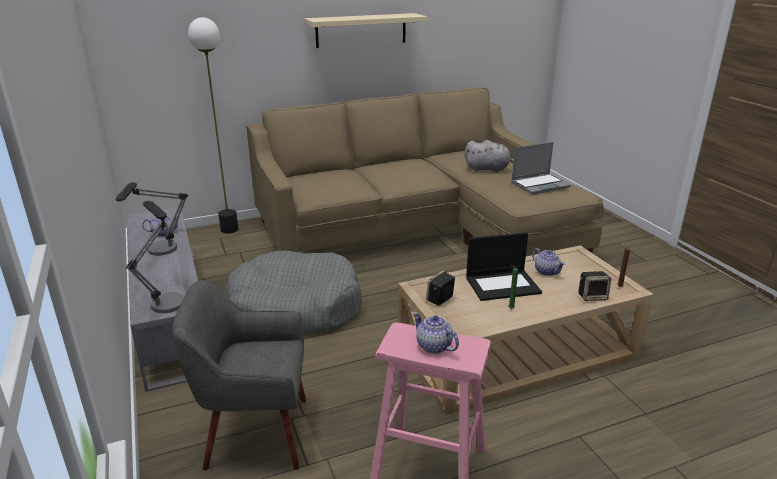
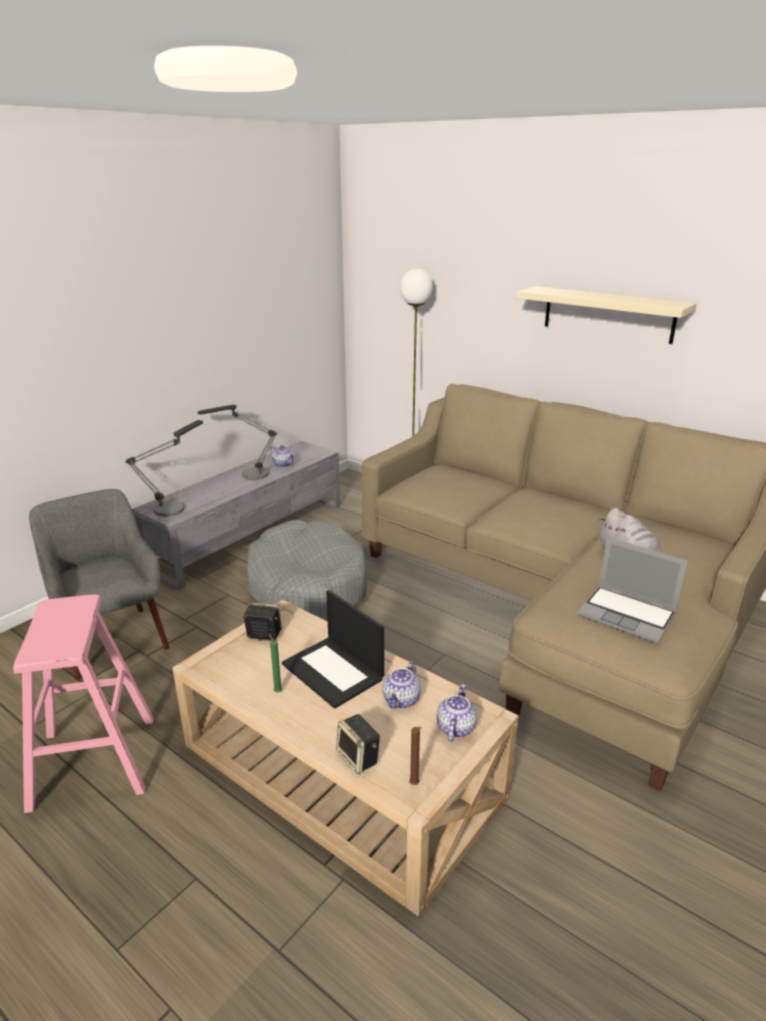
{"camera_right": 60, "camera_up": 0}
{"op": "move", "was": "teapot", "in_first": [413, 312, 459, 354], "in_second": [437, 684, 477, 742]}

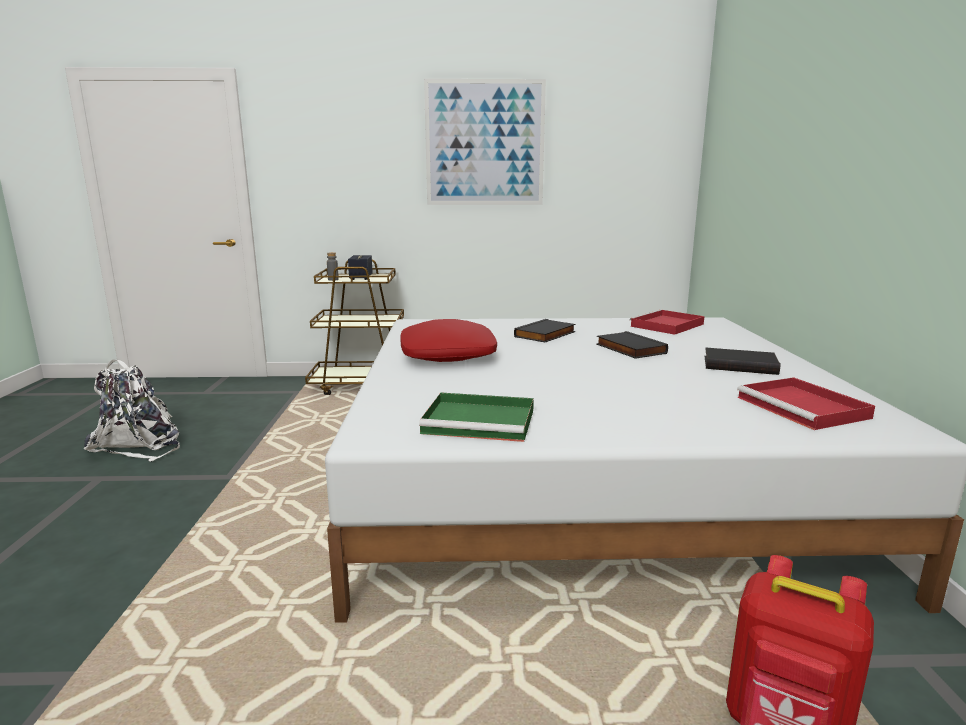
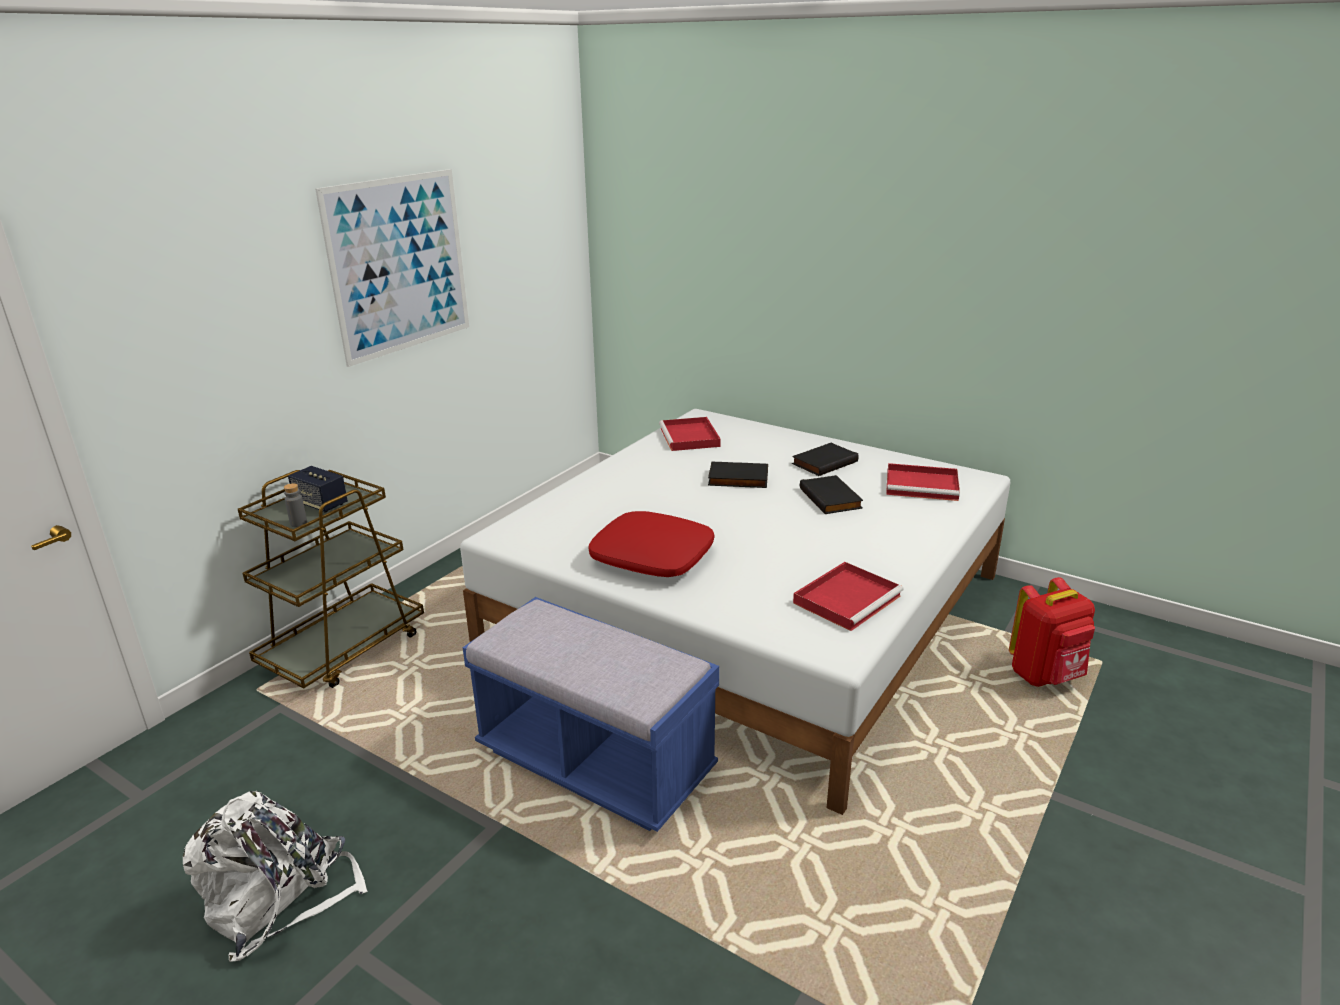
{"camera_right": -55, "camera_up": 10}
{"op": "move", "was": "book in blackish", "in_first": [514, 319, 575, 342], "in_second": [800, 475, 863, 514]}
{"op": "recolor", "was": "carrying tray in greenish", "now": "carrying tray in red-coloured", "in_first": [419, 392, 534, 442], "in_second": [793, 562, 903, 631]}
{"op": "insert", "now": "indoor bench in blue", "in_second": [463, 597, 719, 832]}

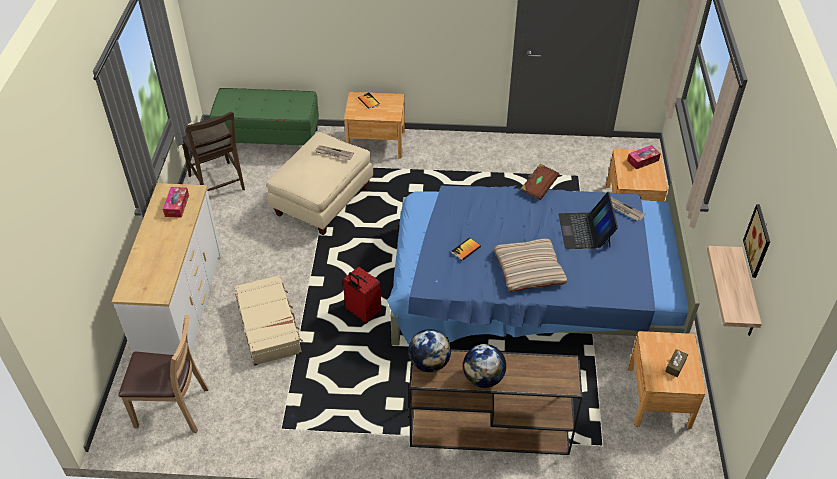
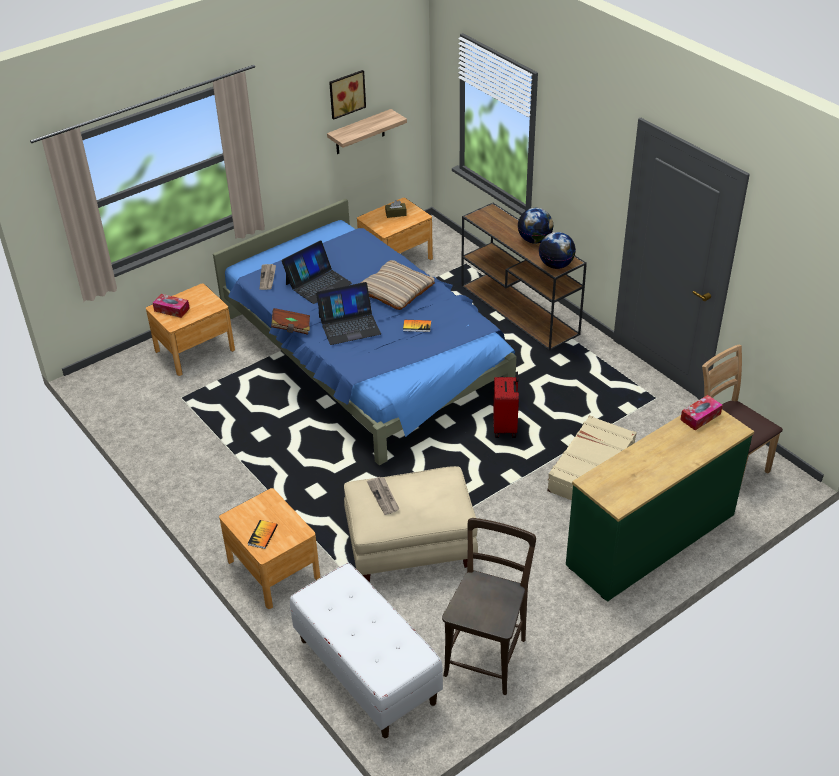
{"camera_right": -130, "camera_up": -5}
{"op": "recolor", "was": "indoor bench in greenish", "now": "indoor bench in white", "in_first": [209, 88, 319, 145], "in_second": [290, 563, 443, 738]}
{"op": "recolor", "was": "dresser in white", "now": "dresser in greenish", "in_first": [112, 183, 222, 355], "in_second": [566, 409, 754, 602]}
{"op": "move", "was": "box of tissues", "in_first": [163, 187, 189, 218], "in_second": [680, 395, 723, 430]}
{"op": "insert", "now": "portable computer", "in_second": [316, 282, 381, 345]}

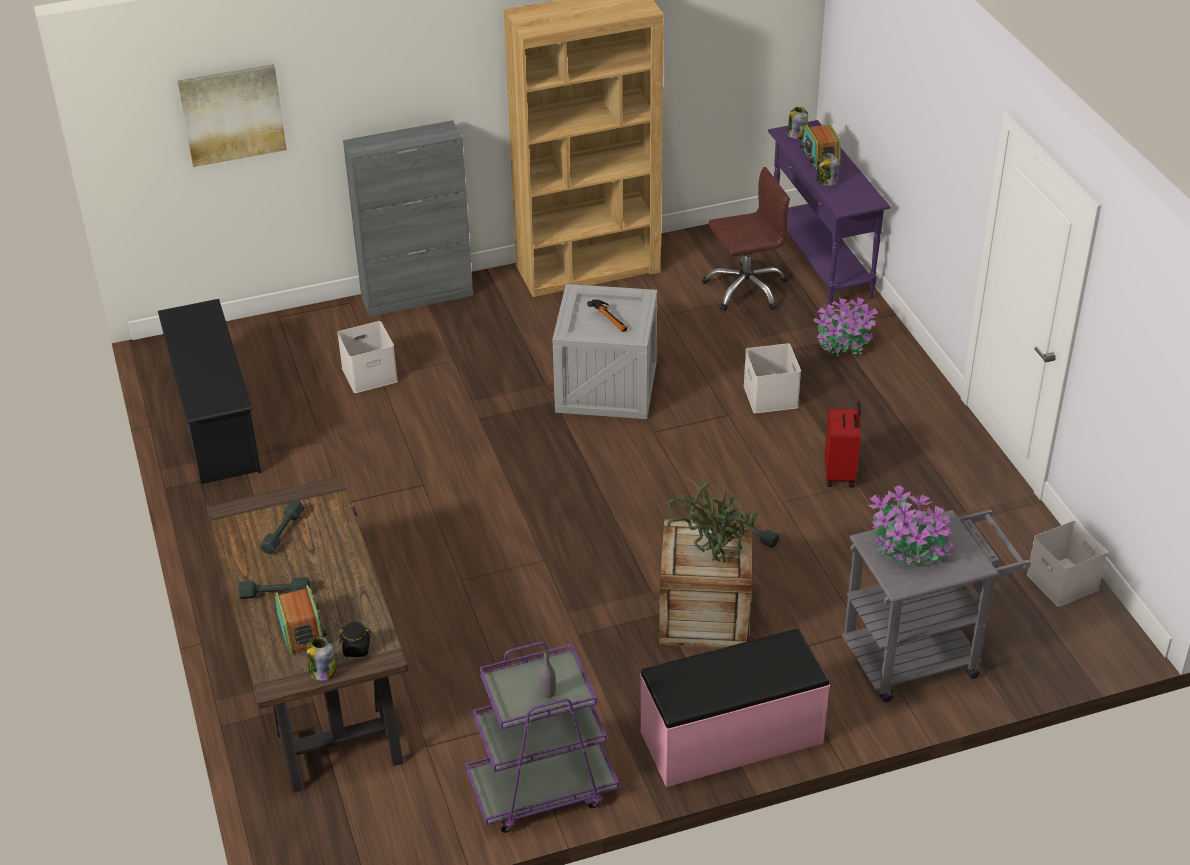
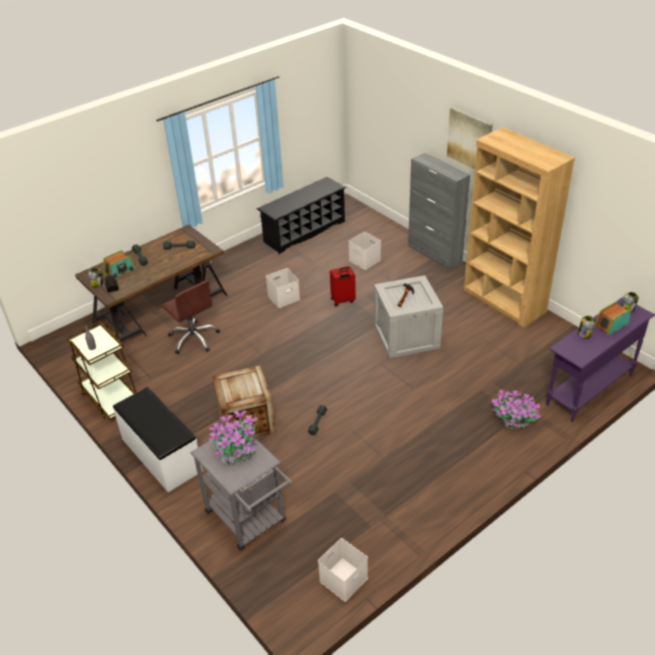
{"camera_right": 70, "camera_up": 0}
{"op": "move", "was": "picture", "in_first": [177, 64, 287, 167], "in_second": [447, 107, 493, 169]}
{"op": "move", "was": "desk chair in brownish", "in_first": [702, 167, 790, 311], "in_second": [162, 280, 220, 354]}
{"op": "move", "was": "storage container in white", "in_first": [743, 343, 801, 413], "in_second": [266, 268, 300, 308]}
{"op": "move", "was": "suitcase in red-coloured", "in_first": [825, 402, 861, 488], "in_second": [330, 266, 356, 306]}
{"op": "delete", "was": "houseplant", "in_first": [664, 472, 758, 563]}
{"op": "recolor", "was": "indoor bench in pink", "now": "indoor bench in white", "in_first": [640, 629, 830, 787], "in_second": [113, 387, 203, 492]}
{"op": "recolor", "was": "cart in purple-coloured", "now": "cart in brownish", "in_first": [465, 642, 619, 833], "in_second": [66, 321, 136, 420]}

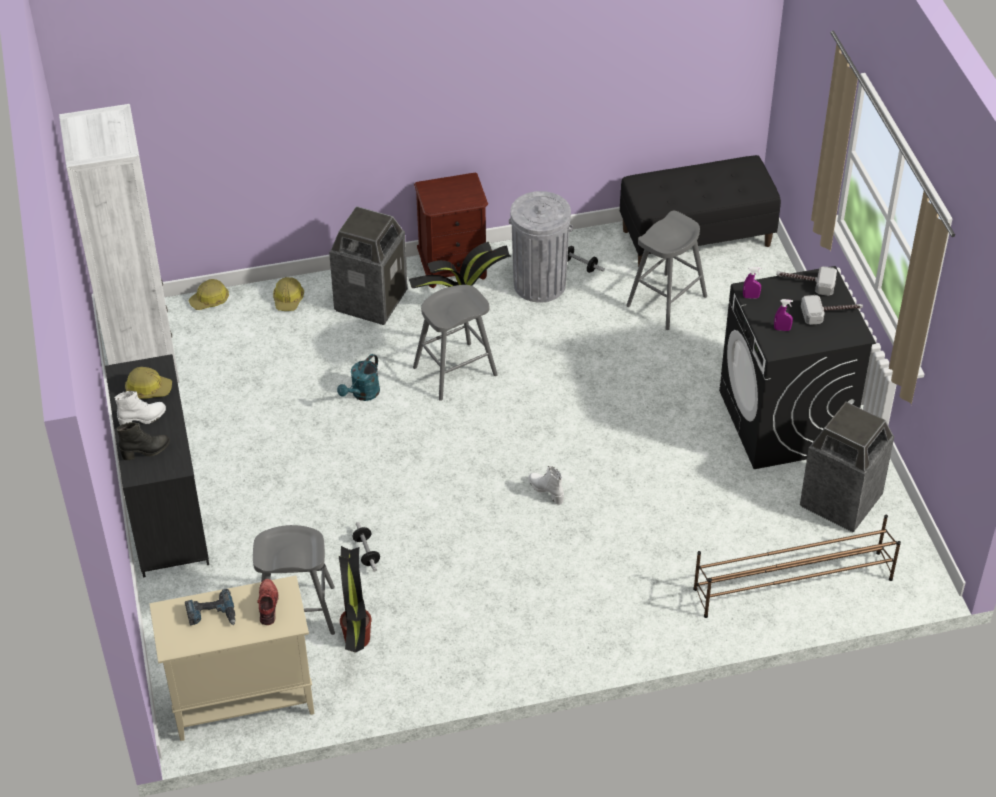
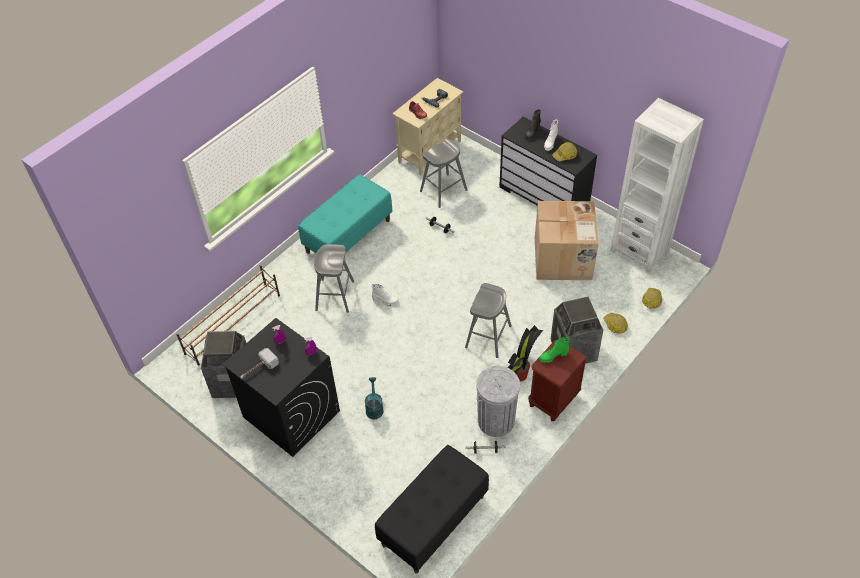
{"camera_right": 145, "camera_up": 5}
{"op": "move", "was": "stool seat in greyish", "in_first": [626, 211, 707, 330], "in_second": [314, 244, 354, 313]}
{"op": "delete", "was": "hand hammer", "in_first": [776, 266, 837, 296]}
{"op": "move", "was": "sprinkling can in turquoise", "in_first": [337, 354, 380, 401], "in_second": [365, 377, 383, 419]}
{"op": "delete", "was": "houseplant", "in_first": [339, 546, 372, 653]}
{"op": "insert", "now": "indoor bench in turquoise", "in_second": [298, 174, 392, 254]}
{"op": "insert", "now": "carton", "in_second": [535, 201, 599, 280]}
{"op": "insert", "now": "high-top boot in greenish", "in_second": [539, 337, 570, 363]}

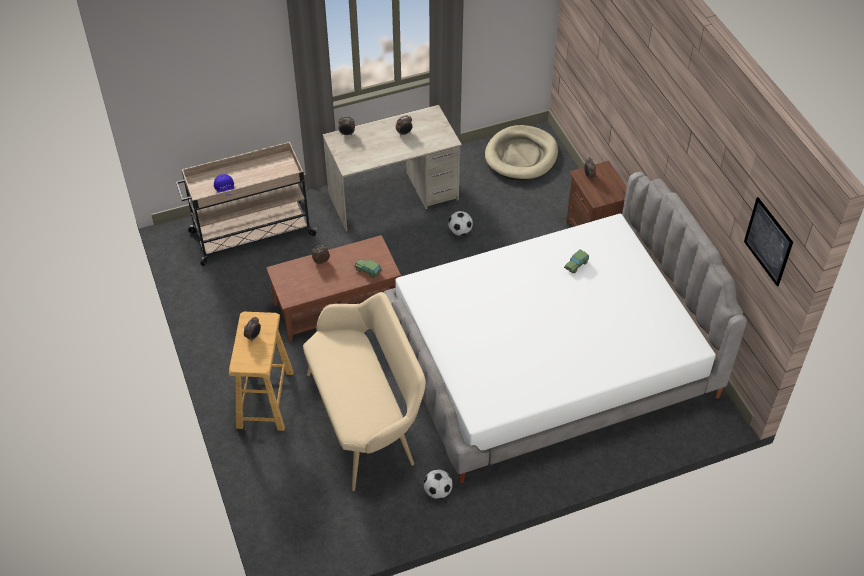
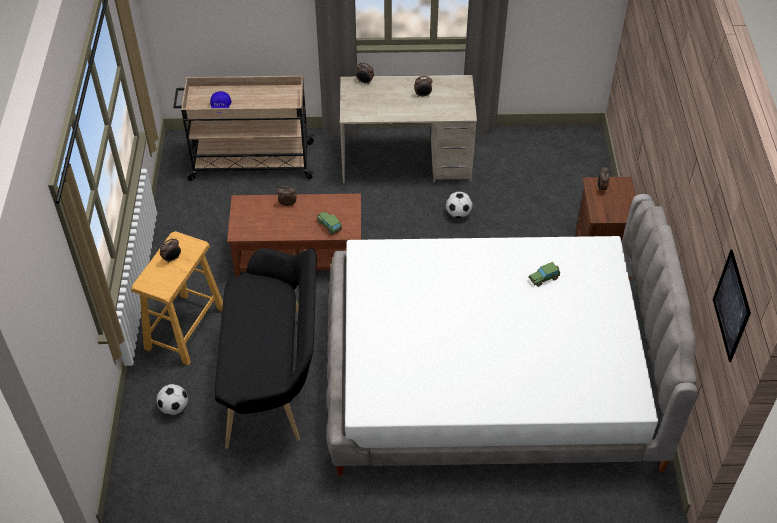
{"camera_right": 20, "camera_up": 0}
{"op": "delete", "was": "pet bed in beige", "in_first": [485, 125, 558, 180]}
{"op": "recolor", "was": "indoor bench in beige", "now": "indoor bench in blackish", "in_first": [303, 292, 426, 491], "in_second": [215, 248, 317, 449]}
{"op": "move", "was": "football ball", "in_first": [424, 469, 453, 499], "in_second": [157, 384, 188, 415]}

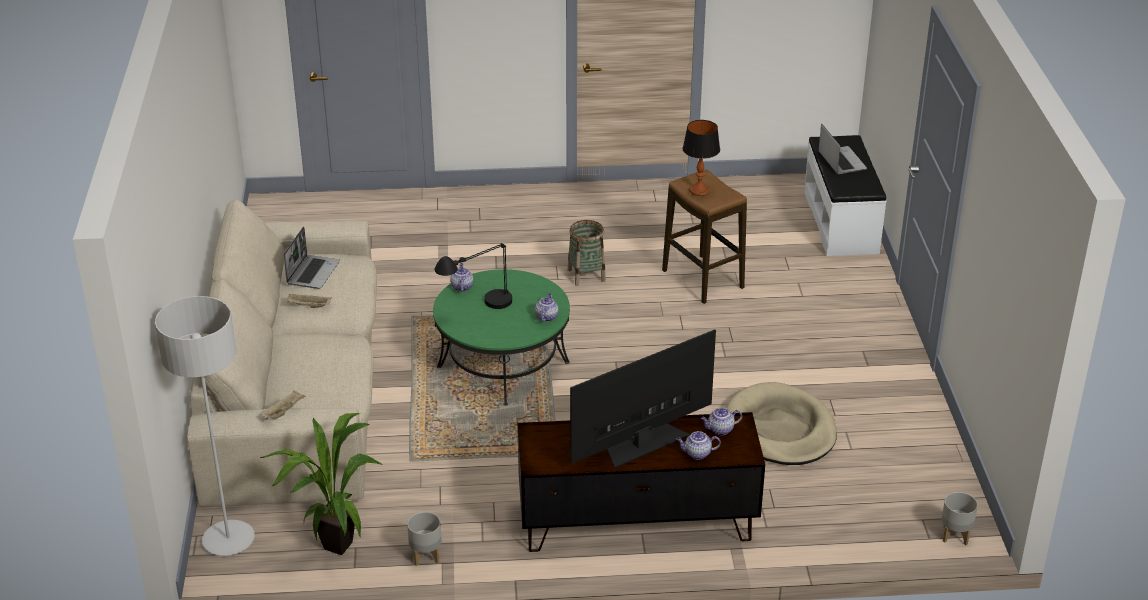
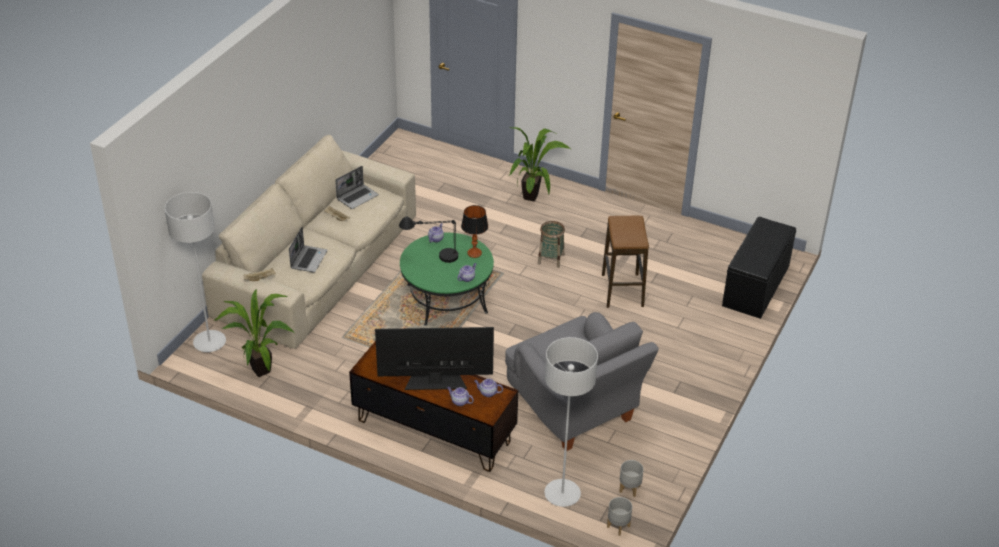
{"camera_right": 30, "camera_up": 5}
{"op": "move", "was": "lamp for a table", "in_first": [683, 120, 720, 196], "in_second": [461, 205, 488, 258]}
{"op": "move", "was": "portable computer", "in_first": [818, 124, 867, 174], "in_second": [289, 227, 327, 272]}
{"op": "recolor", "was": "indoor bench in white", "now": "indoor bench in blackish", "in_first": [804, 135, 886, 256], "in_second": [722, 216, 796, 319]}
{"op": "replace", "was": "pet bed in beige", "now": "easy chair in greyish", "in_first": [726, 382, 837, 465], "in_second": [505, 312, 659, 451]}
{"op": "move", "was": "planter in greyish", "in_first": [407, 512, 442, 566], "in_second": [619, 460, 644, 497]}
{"op": "insert", "now": "houseplant", "in_second": [509, 127, 571, 201]}
{"op": "insert", "now": "standing lamp in greyish", "in_second": [544, 337, 598, 507]}

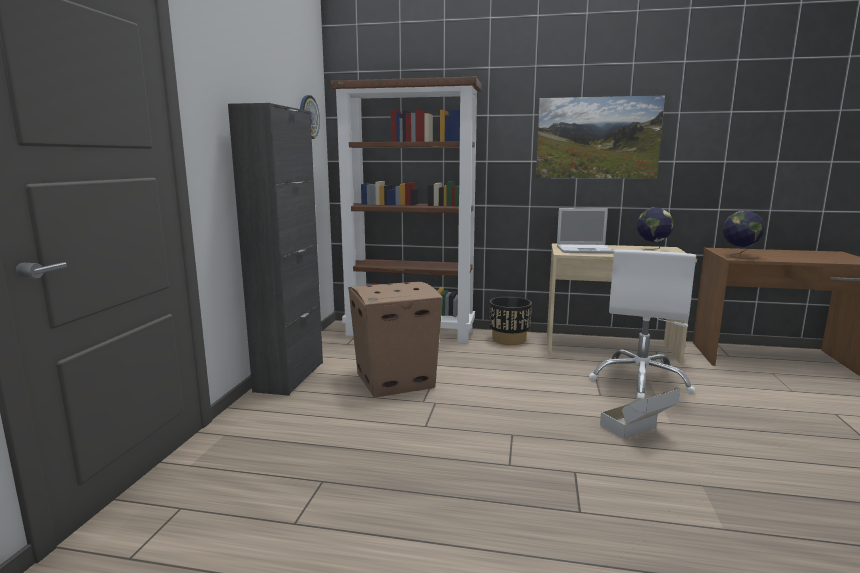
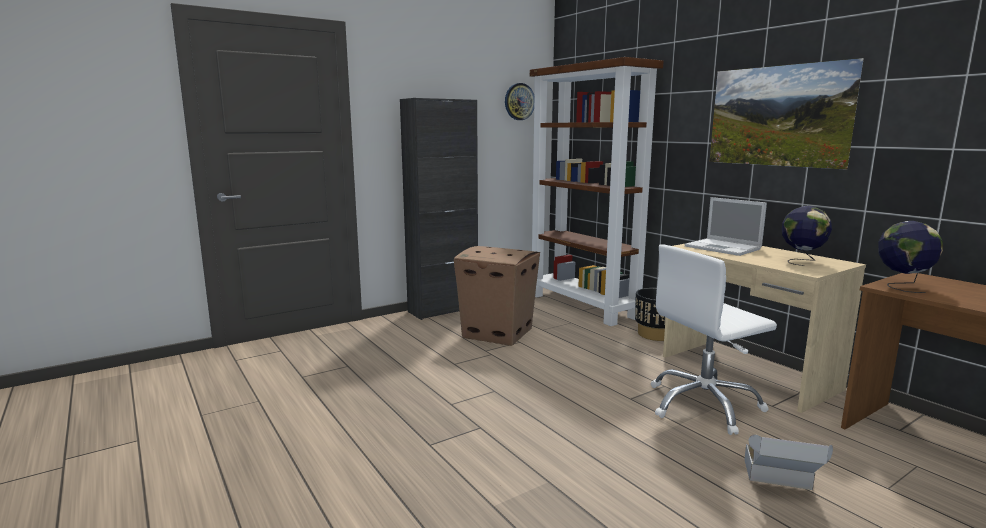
{"camera_right": 45, "camera_up": 0}
{"op": "move", "was": "carton", "in_first": [600, 387, 680, 439], "in_second": [744, 435, 833, 490]}

